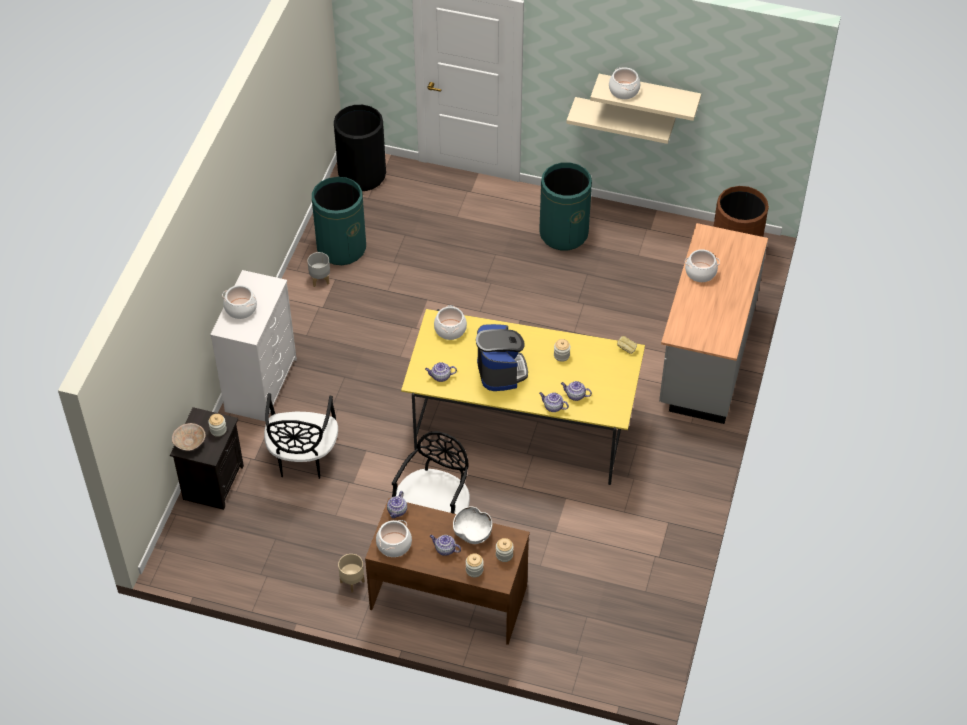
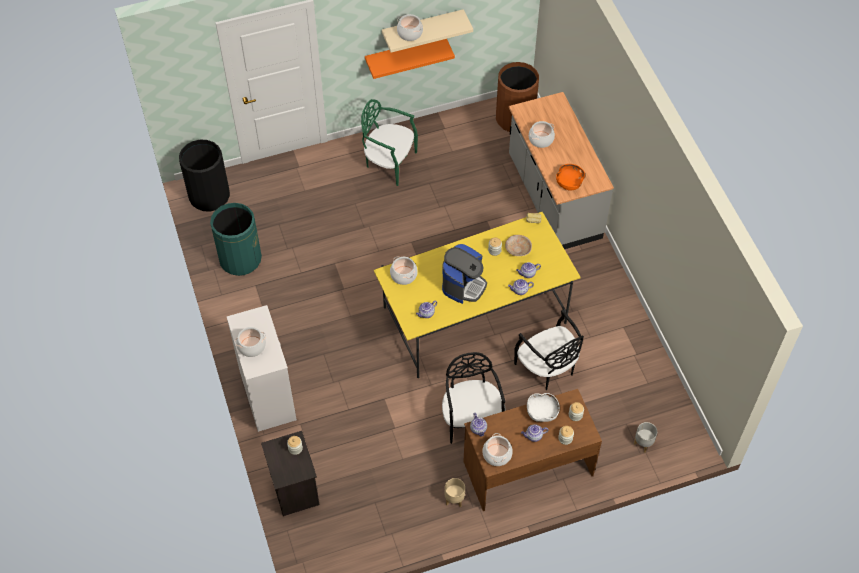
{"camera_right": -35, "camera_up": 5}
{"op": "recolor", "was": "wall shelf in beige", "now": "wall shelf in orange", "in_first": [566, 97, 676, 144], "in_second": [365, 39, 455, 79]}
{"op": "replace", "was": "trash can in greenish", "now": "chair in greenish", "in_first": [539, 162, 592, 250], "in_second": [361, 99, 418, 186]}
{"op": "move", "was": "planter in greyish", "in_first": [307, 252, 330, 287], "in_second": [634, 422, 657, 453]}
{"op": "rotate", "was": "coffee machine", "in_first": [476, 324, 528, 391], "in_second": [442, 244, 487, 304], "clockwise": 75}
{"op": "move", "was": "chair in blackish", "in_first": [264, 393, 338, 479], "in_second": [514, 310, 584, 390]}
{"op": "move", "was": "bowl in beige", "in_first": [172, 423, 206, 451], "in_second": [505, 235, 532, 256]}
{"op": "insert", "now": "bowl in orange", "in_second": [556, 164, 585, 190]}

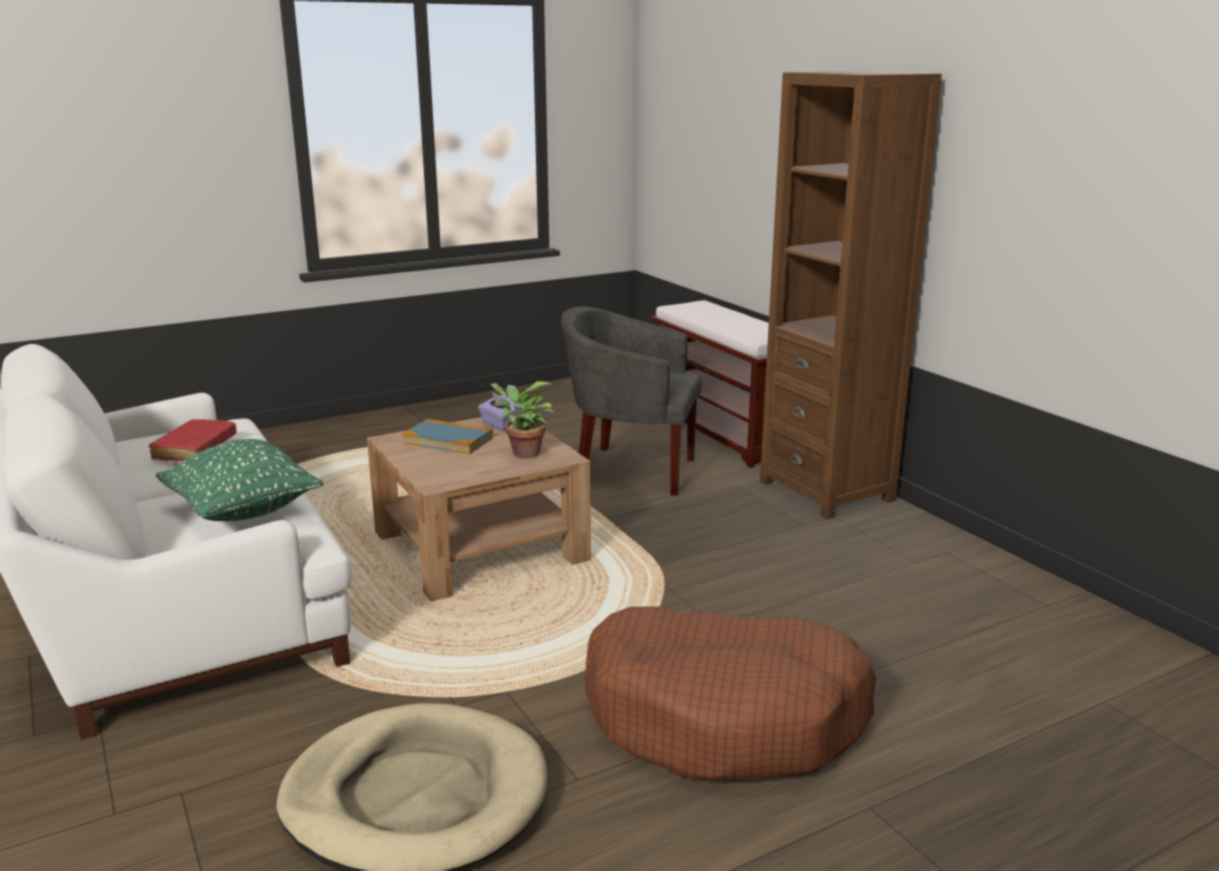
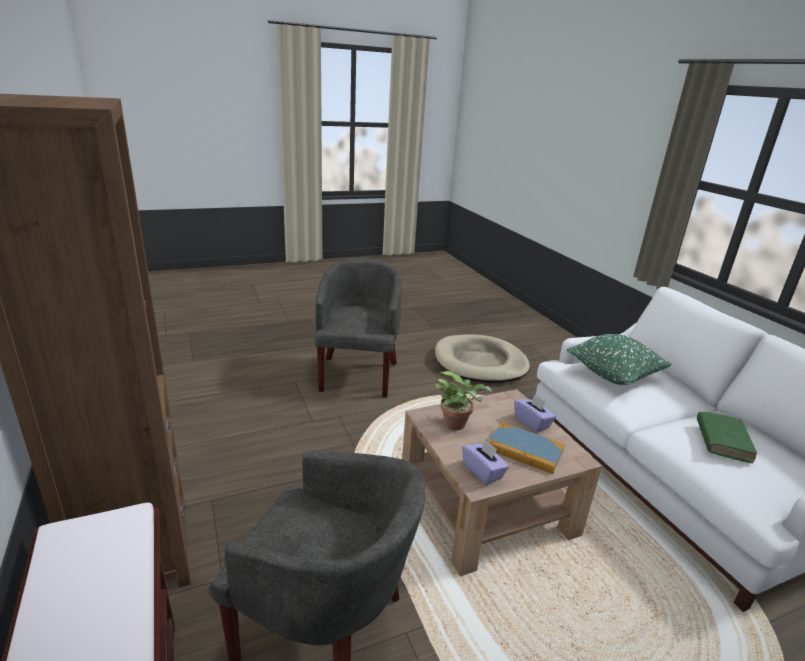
{"camera_right": -175, "camera_up": 5}
{"op": "recolor", "was": "book in red-coloured", "now": "book in greenish", "in_first": [149, 419, 237, 461], "in_second": [697, 412, 757, 463]}
{"op": "replace", "was": "pet bed in brownish", "now": "easy chair in greyish", "in_first": [584, 606, 877, 781], "in_second": [315, 258, 402, 398]}
{"op": "insert", "now": "box of tissues in purple-coloured", "in_second": [514, 394, 556, 433]}

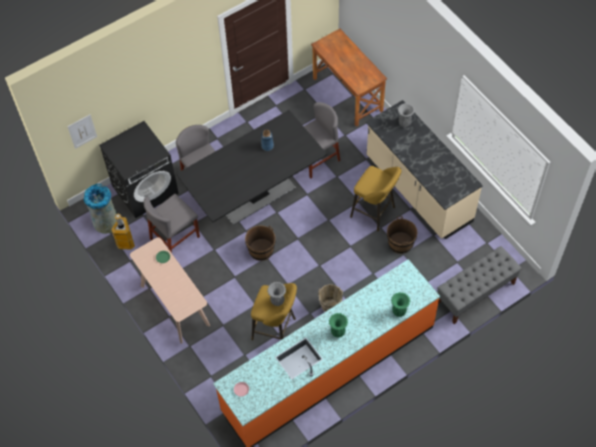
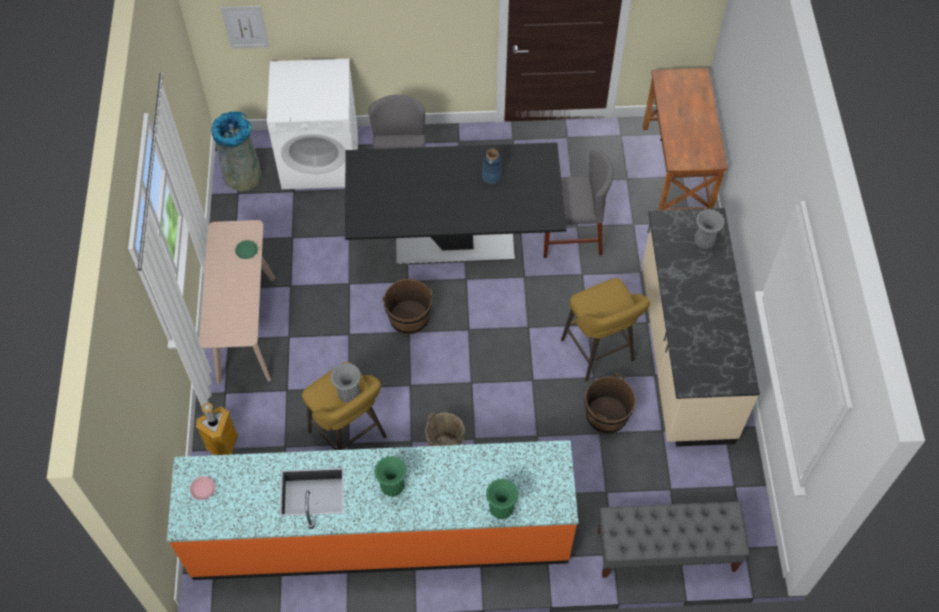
{"camera_right": 30, "camera_up": 0}
{"op": "recolor", "was": "washing machine in blackish", "now": "washing machine in white", "in_first": [99, 121, 179, 218], "in_second": [267, 59, 358, 189]}
{"op": "delete", "was": "chair in greyish", "in_first": [144, 194, 200, 253]}
{"op": "move", "was": "trash can", "in_first": [111, 213, 135, 250], "in_second": [196, 403, 238, 455]}

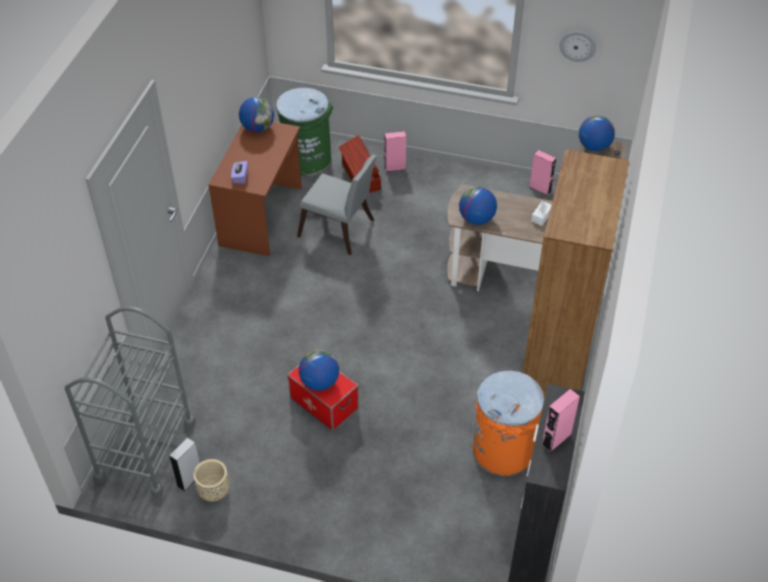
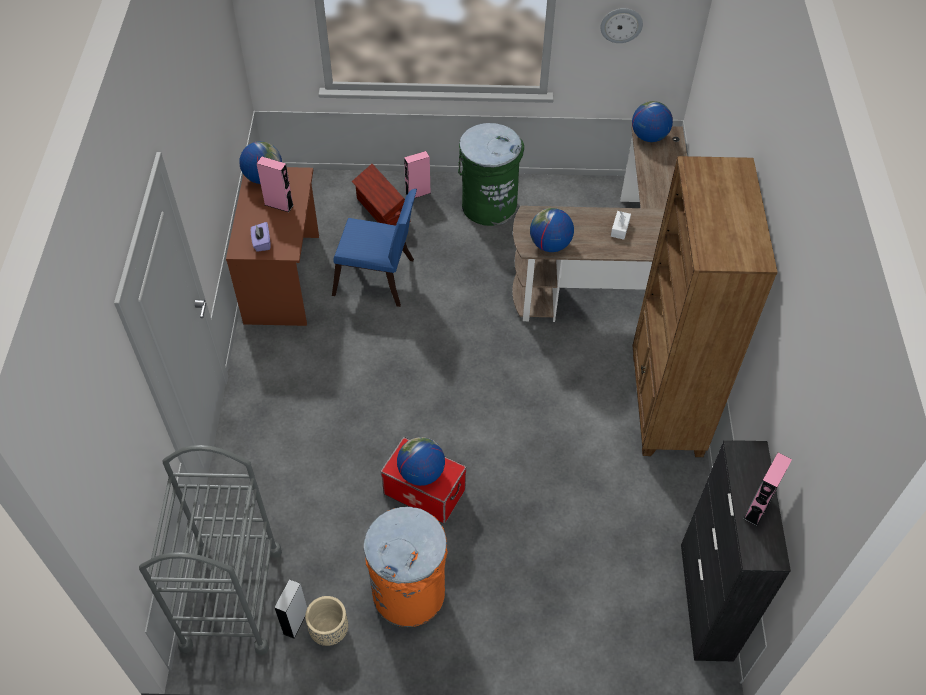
{"camera_right": -15, "camera_up": 5}
{"op": "move", "was": "trash can in greenish", "in_first": [276, 87, 333, 176], "in_second": [458, 123, 524, 226]}
{"op": "move", "was": "loudspeaker in pink", "in_first": [529, 150, 556, 196], "in_second": [256, 156, 294, 212]}
{"op": "recolor", "was": "chair in greyish", "now": "chair in blue", "in_first": [297, 155, 376, 255], "in_second": [332, 189, 417, 307]}
{"op": "move", "was": "trash can in orange", "in_first": [473, 370, 544, 476], "in_second": [364, 507, 448, 627]}

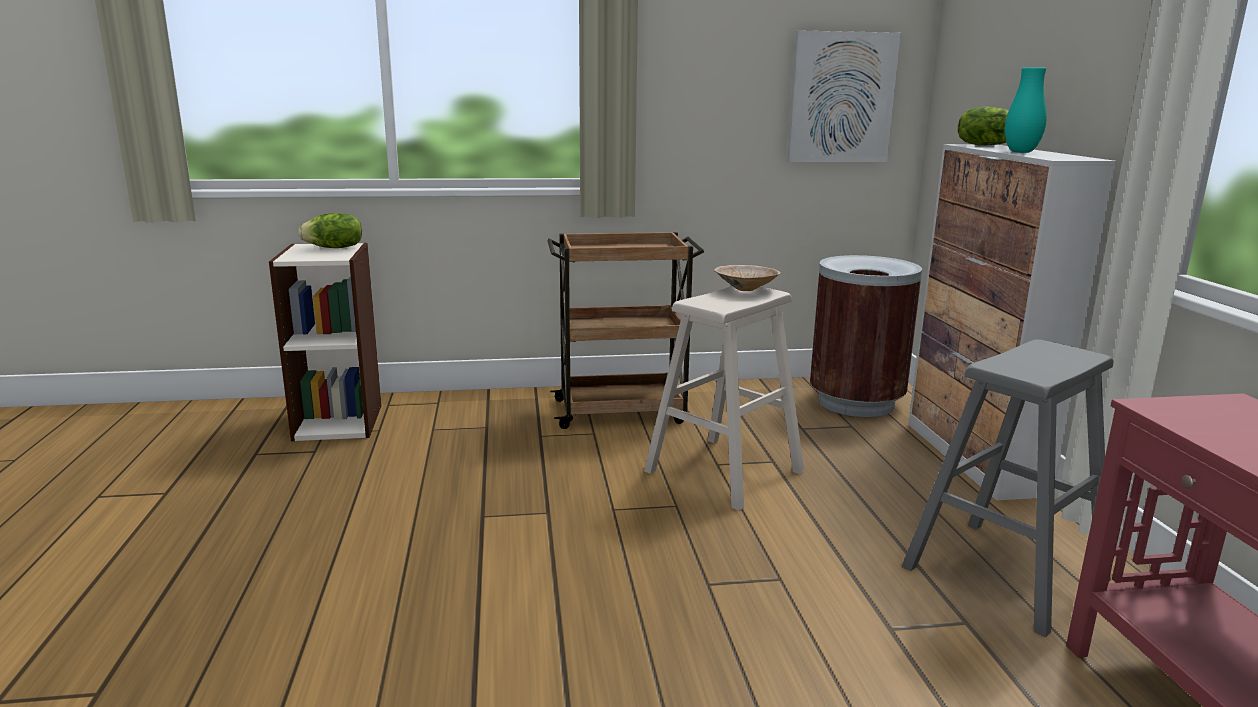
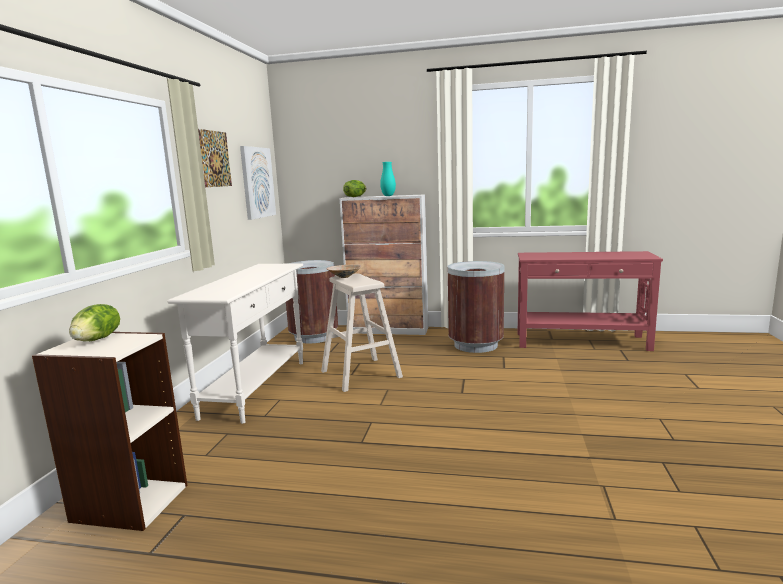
{"camera_right": -70, "camera_up": -5}
{"op": "replace", "was": "cart in brownish", "now": "narrow table in white", "in_first": [548, 232, 704, 429], "in_second": [167, 263, 303, 424]}
{"op": "replace", "was": "stool seat in greyish", "now": "trash can in brownish", "in_first": [902, 339, 1113, 637], "in_second": [447, 261, 505, 353]}
{"op": "insert", "now": "picture", "in_second": [198, 129, 232, 187]}

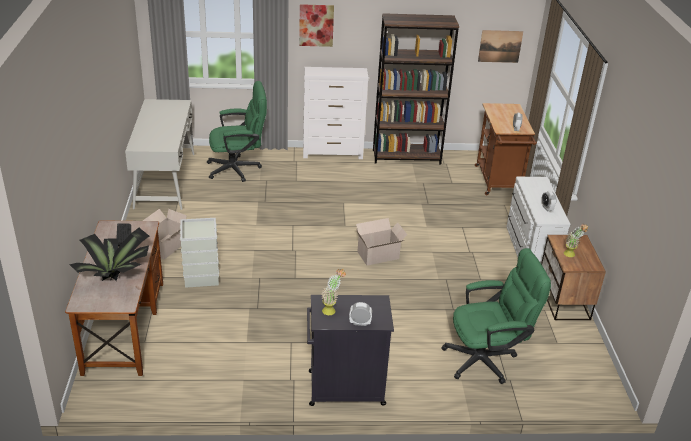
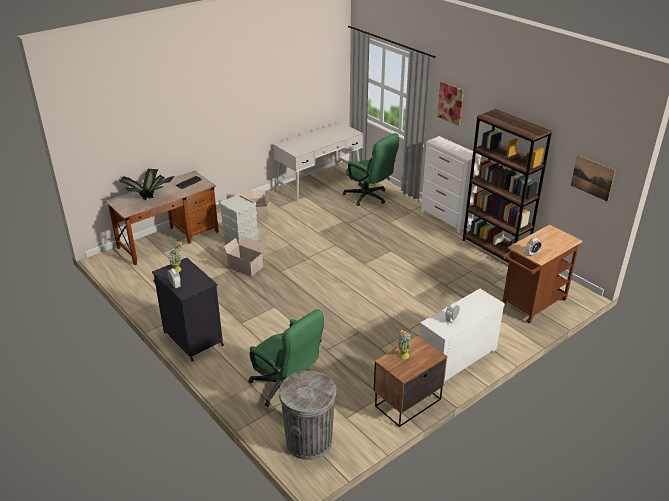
{"camera_right": 55, "camera_up": 0}
{"op": "move", "was": "carton", "in_first": [356, 218, 407, 266], "in_second": [224, 236, 266, 277]}
{"op": "insert", "now": "trash can in greyish", "in_second": [279, 371, 337, 460]}

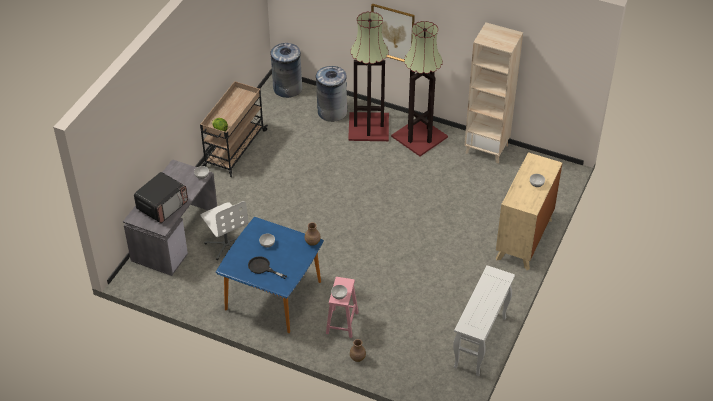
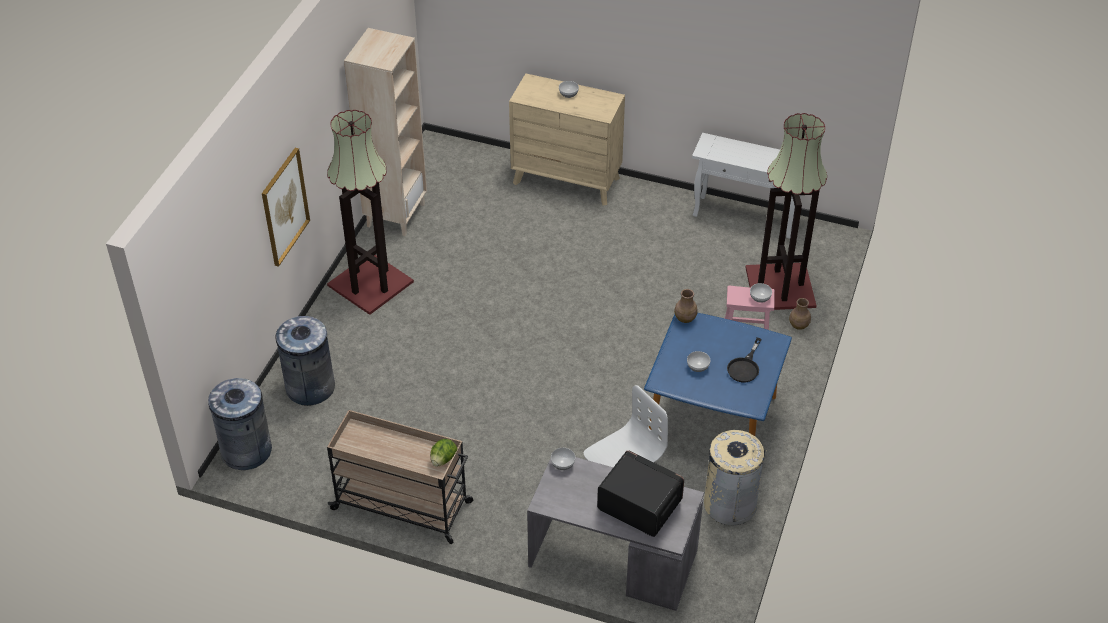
{"camera_right": -95, "camera_up": 0}
{"op": "move", "was": "standing lamp", "in_first": [348, 11, 389, 141], "in_second": [745, 113, 827, 310]}
{"op": "insert", "now": "trash can in beige", "in_second": [704, 430, 767, 525]}

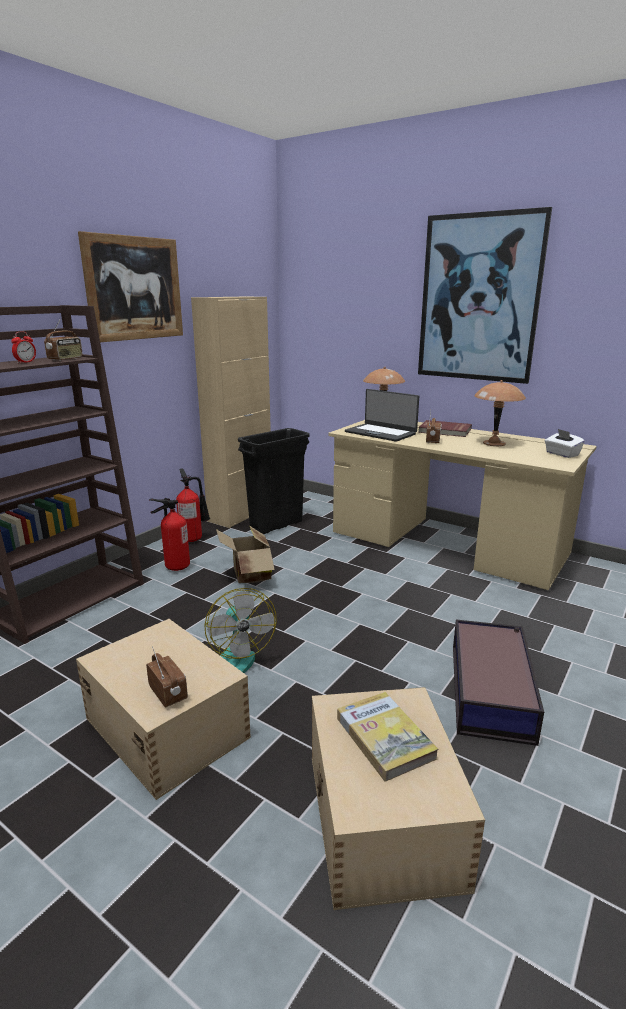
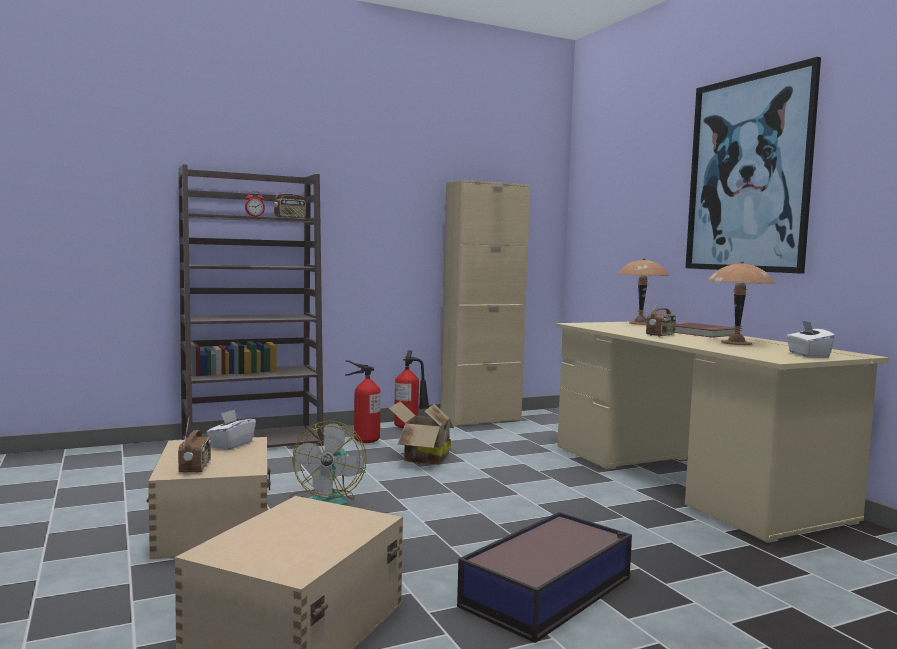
{"camera_right": 30, "camera_up": -15}
{"op": "delete", "was": "picture", "in_first": [78, 231, 183, 342]}
{"op": "delete", "was": "portable computer", "in_first": [345, 389, 419, 442]}
{"op": "delete", "was": "trash can in blackish", "in_first": [238, 428, 310, 534]}
{"op": "delete", "was": "book", "in_first": [337, 692, 438, 782]}
{"op": "insert", "now": "box of tissues in white", "in_second": [207, 409, 256, 450]}

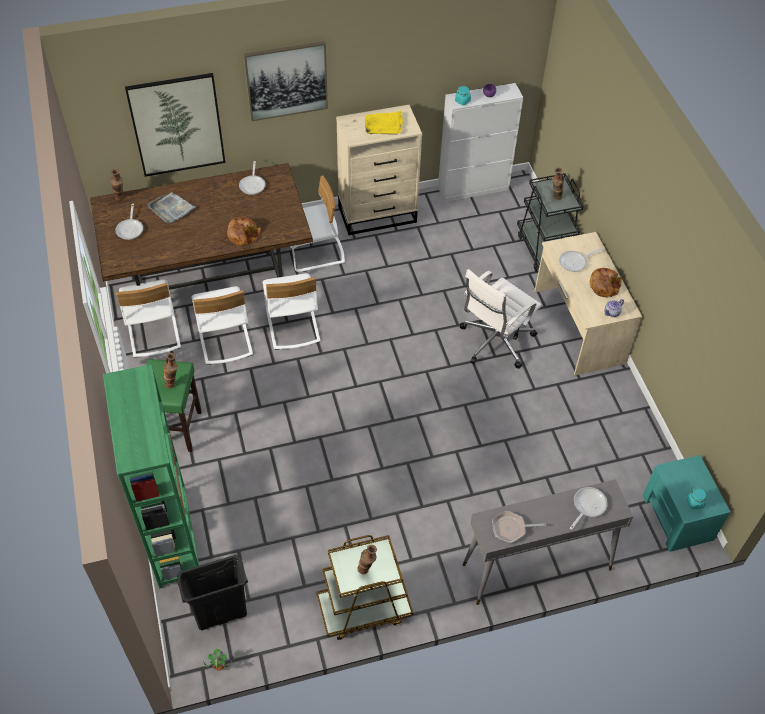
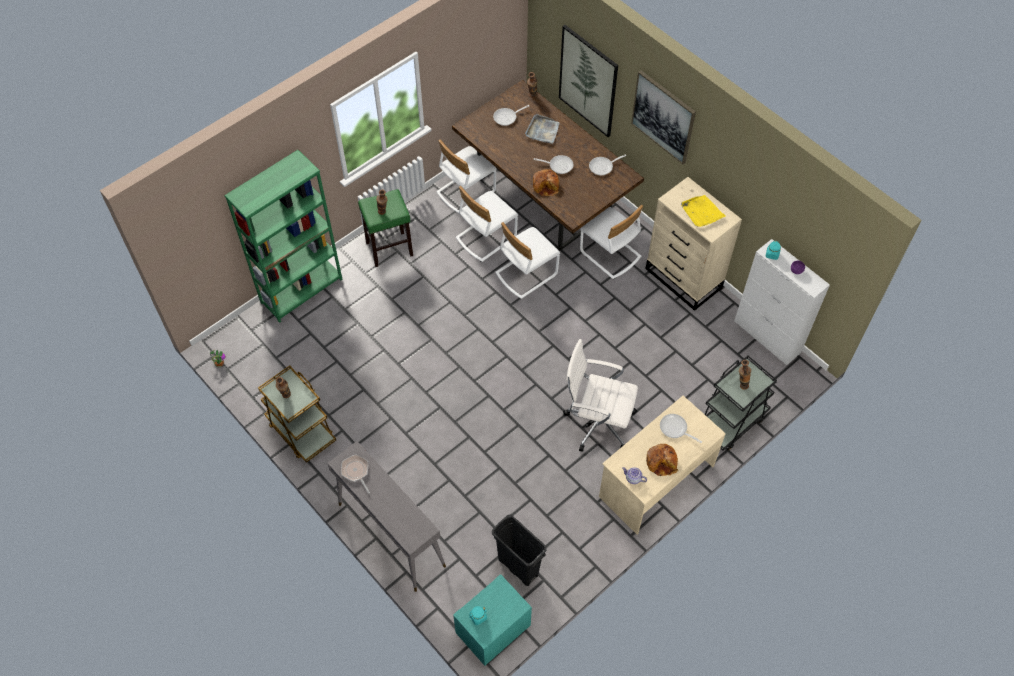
{"camera_right": 65, "camera_up": 5}
{"op": "move", "was": "skillet", "in_first": [570, 487, 608, 530], "in_second": [534, 155, 574, 174]}
{"op": "move", "was": "trash can in blackish", "in_first": [177, 555, 248, 631], "in_second": [492, 515, 547, 586]}

